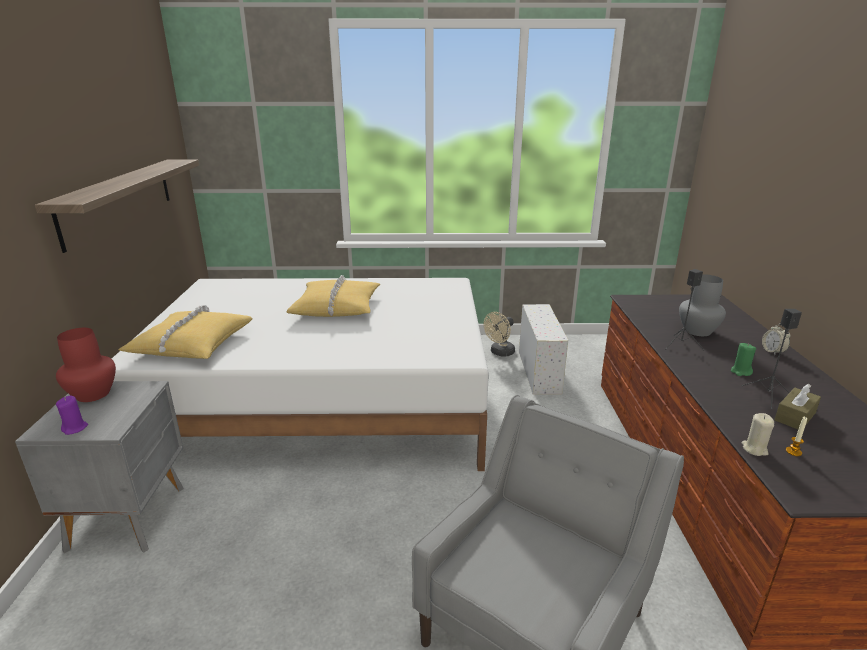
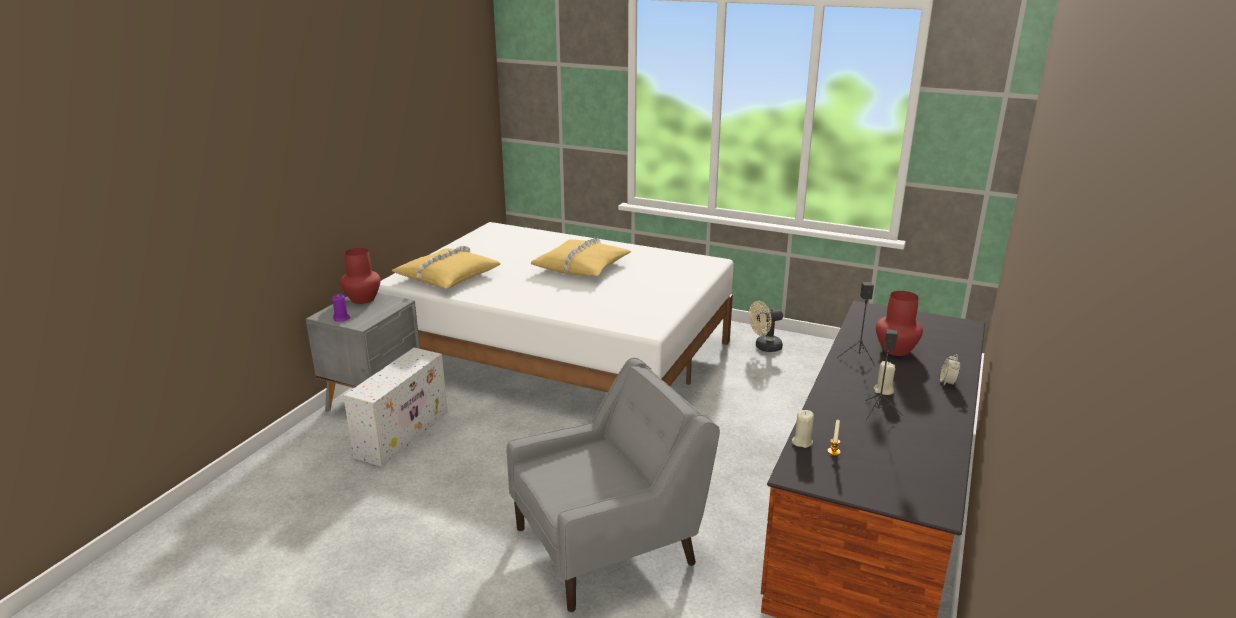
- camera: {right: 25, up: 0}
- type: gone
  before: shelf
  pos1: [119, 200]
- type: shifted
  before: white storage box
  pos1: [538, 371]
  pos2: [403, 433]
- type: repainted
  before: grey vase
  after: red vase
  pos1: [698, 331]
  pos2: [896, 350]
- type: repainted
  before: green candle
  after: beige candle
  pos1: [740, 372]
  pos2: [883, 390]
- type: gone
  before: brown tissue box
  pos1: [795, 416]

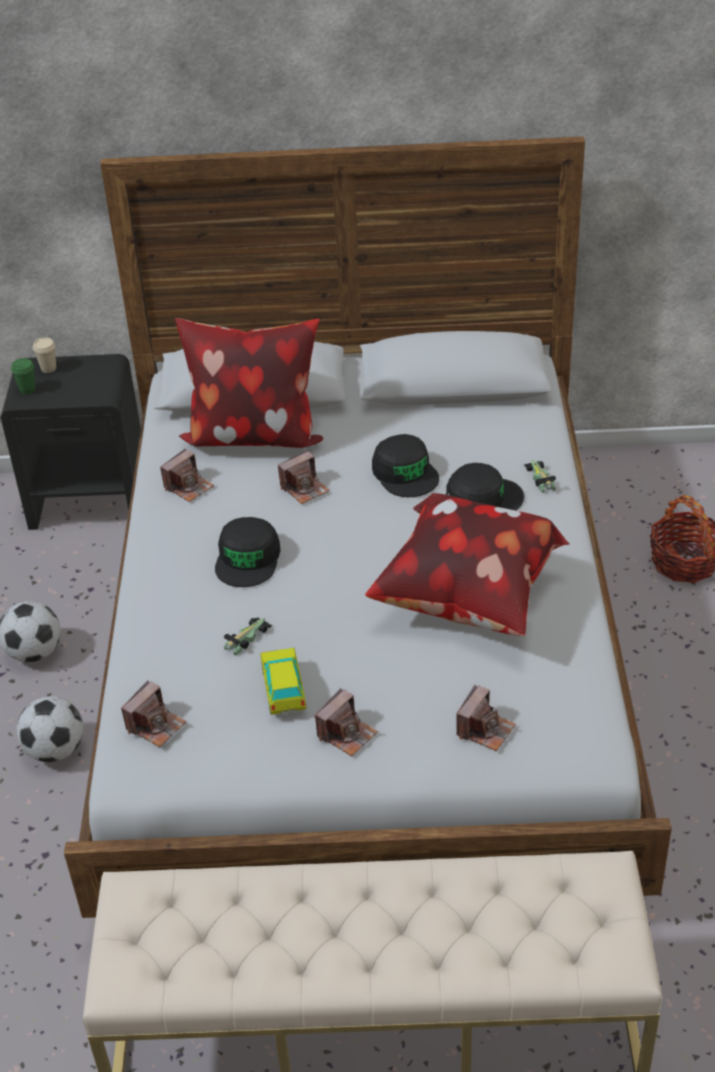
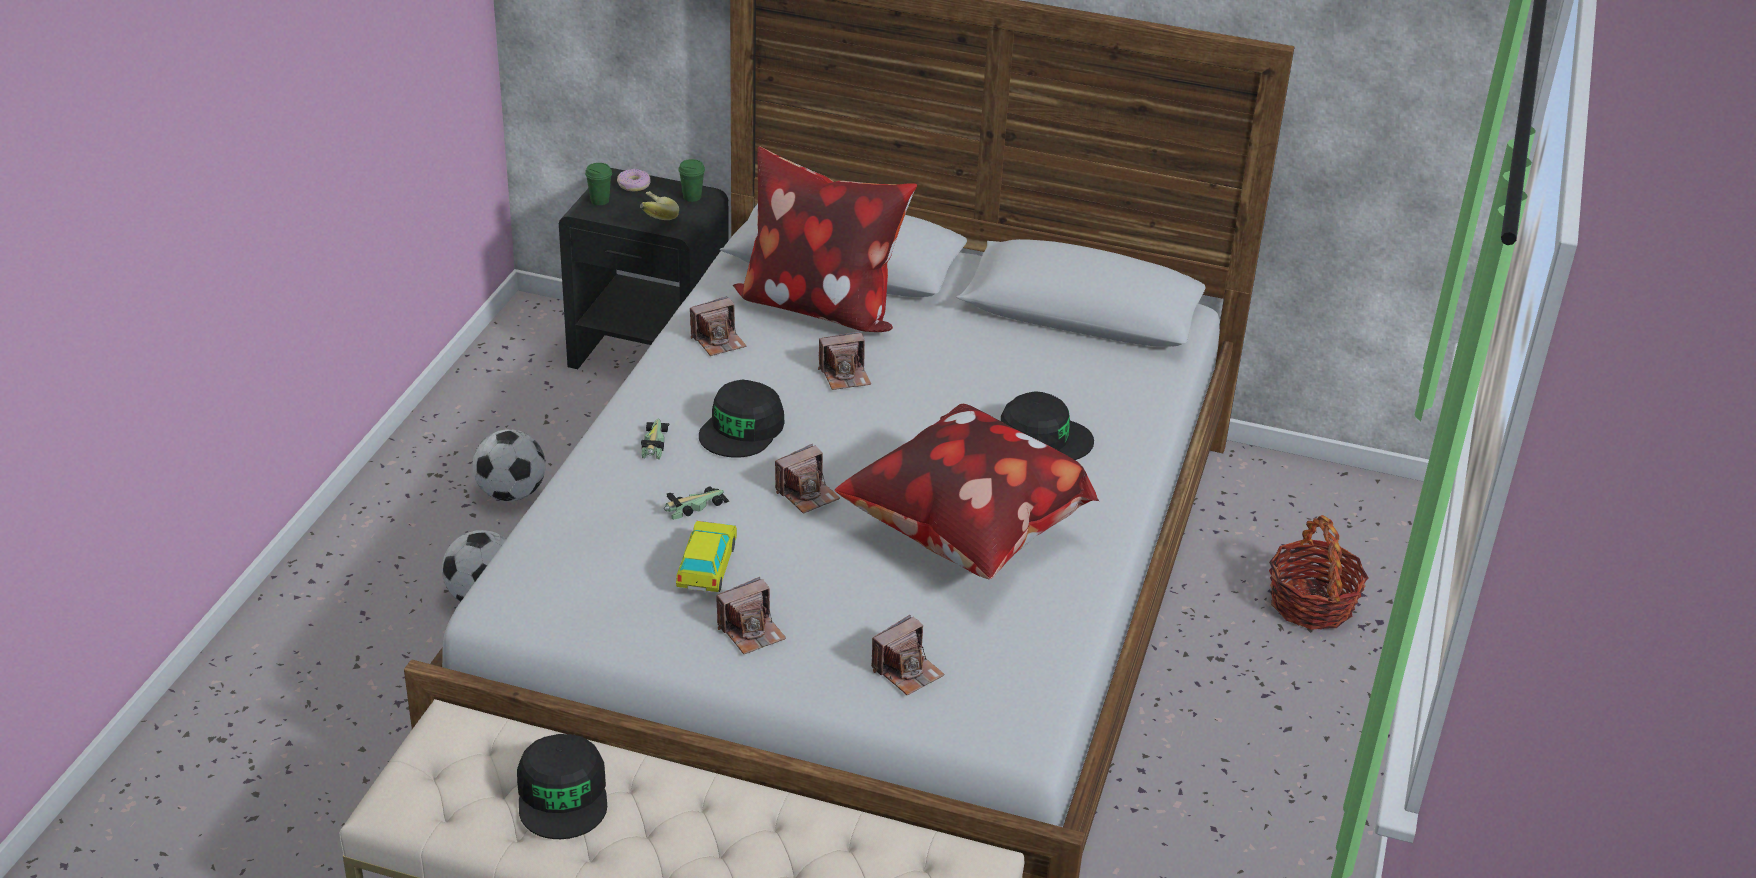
- camera: {right: 15, up: -5}
- type: swapped
  before: beige cup
  after: donut
  pos1: [48, 368]
  pos2: [633, 185]
- type: shifted
  before: photo camera
  pos1: [156, 725]
  pos2: [807, 494]
- type: shifted
  before: black cap
  pos1: [405, 473]
  pos2: [563, 795]
- type: shifted
  before: toy car
  pos1: [540, 478]
  pos2: [654, 442]
- type: new
  after: banana
  pos2: [653, 219]
- type: new
  after: green cup
  pos2: [692, 197]

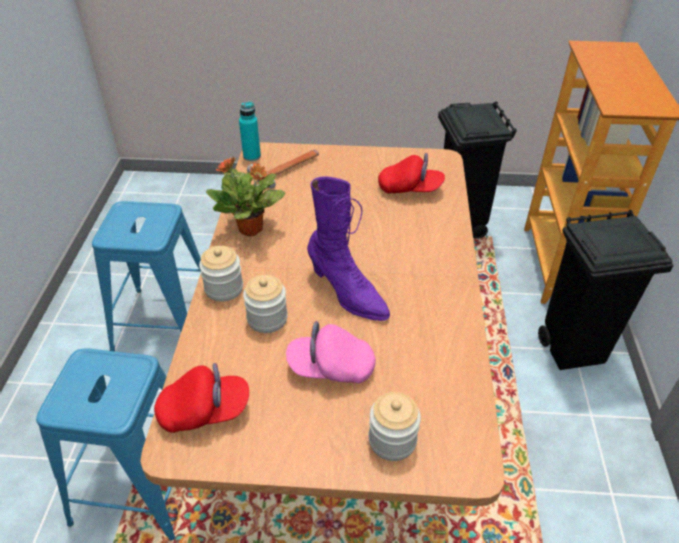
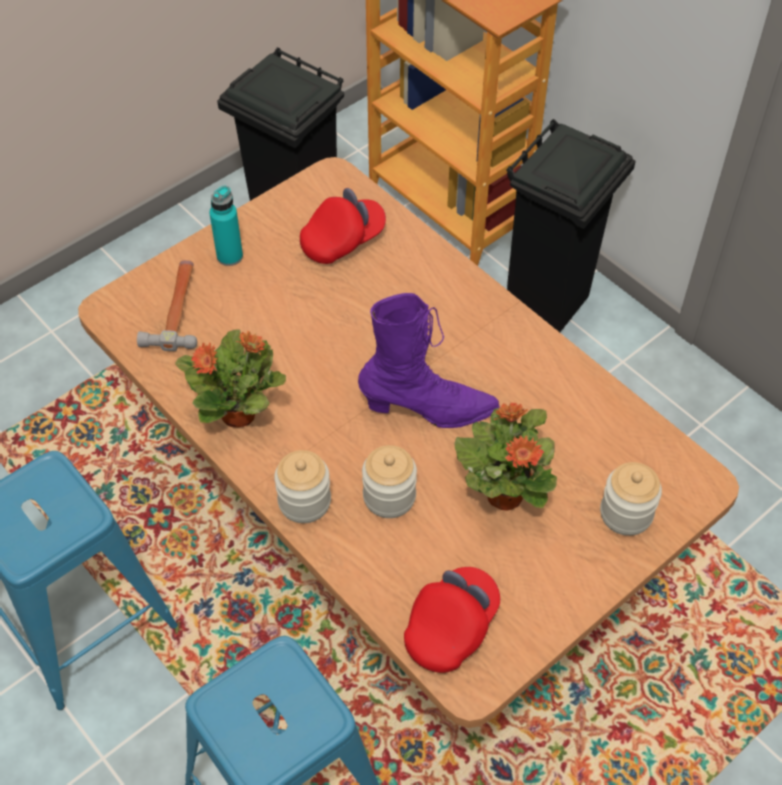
- camera: {right: -45, up: 10}
- type: shifted
  before: turquoise bottle
  pos1: [252, 156]
  pos2: [229, 256]
- type: swapped
  before: pink cap
  after: potted plant
  pos1: [331, 367]
  pos2: [504, 494]

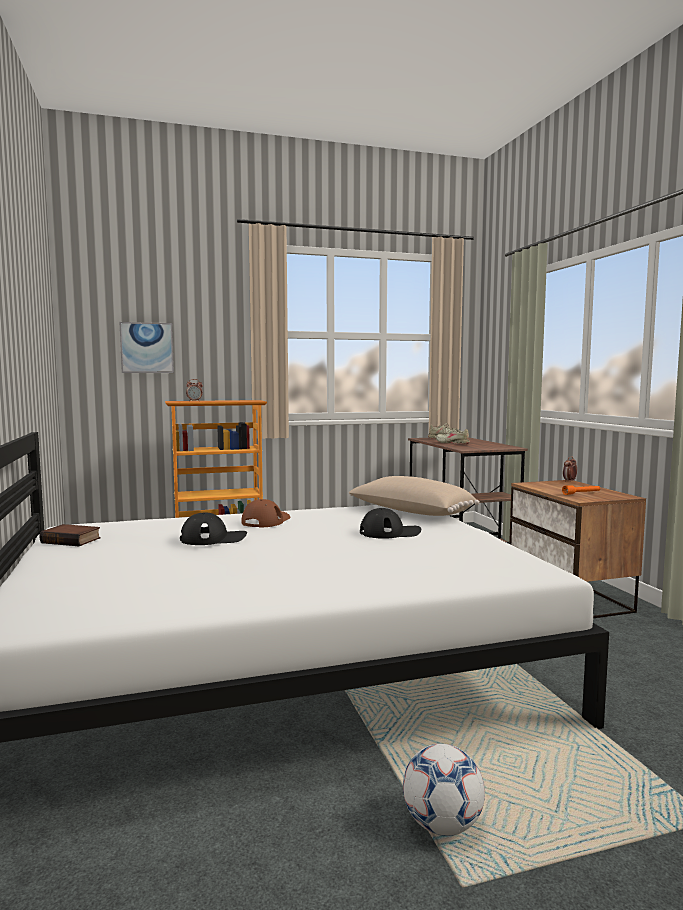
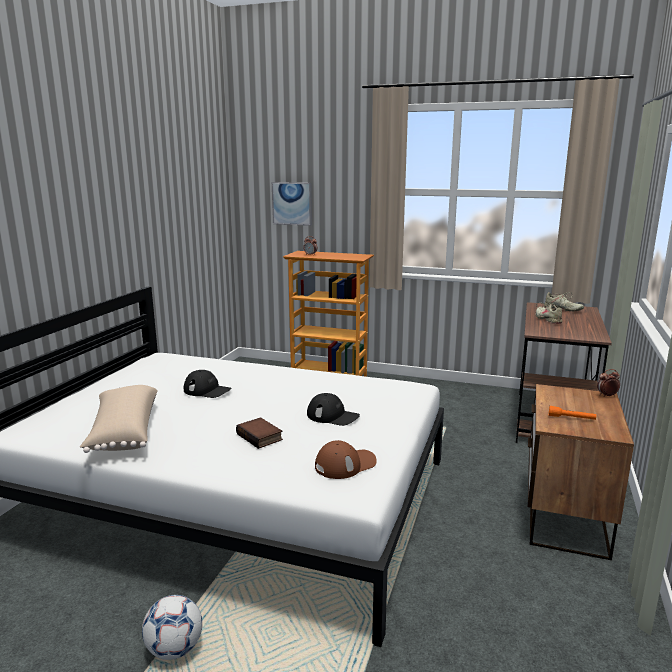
- camera: {right: 35, up: 10}
- type: shifted
  before: book
  pos1: [72, 540]
  pos2: [261, 437]
- type: shifted
  before: brown cap
  pos1: [266, 521]
  pos2: [345, 464]
- type: shifted
  before: beige pillow
  pos1: [410, 513]
  pos2: [123, 432]

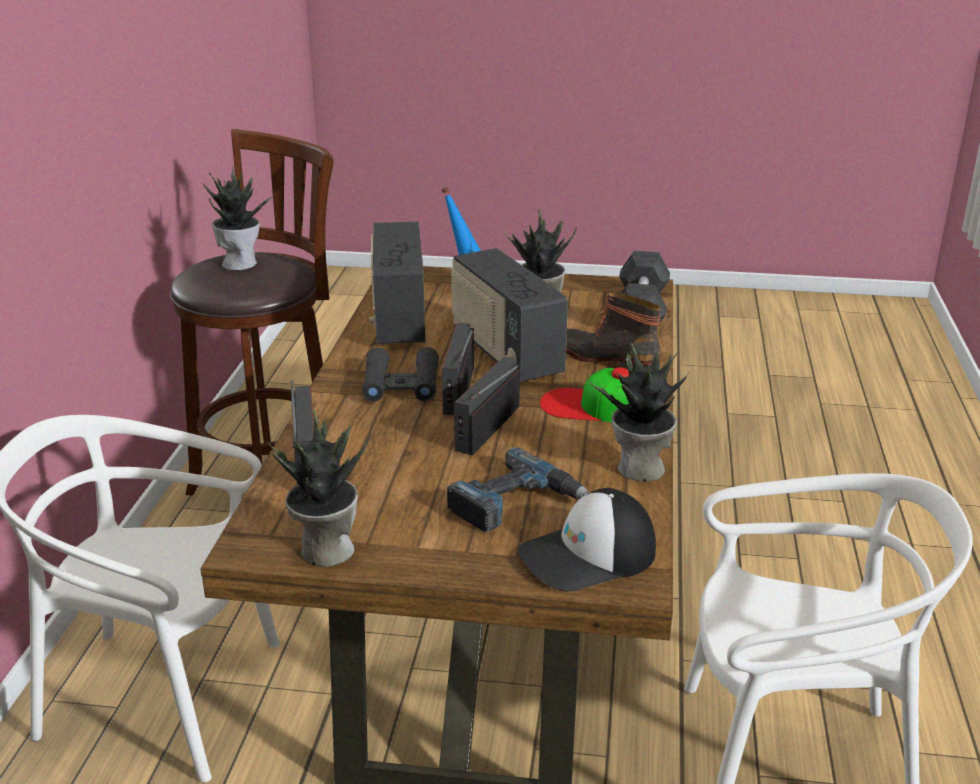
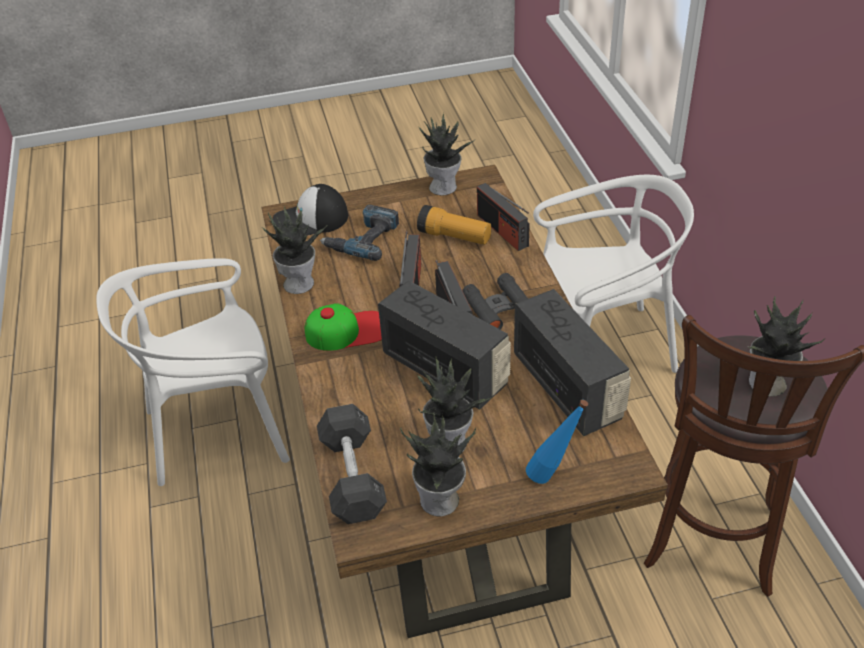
- camera: {right: 160, up: 15}
- type: rotated
  before: cap
  pos1: [588, 556]
  pos2: [310, 220]
  turn: -150
- type: gone
  before: boot
  pos1: [608, 359]
- type: new
  after: potted plant
  pos2: [441, 501]
- type: new
  after: flashlight
  pos2: [454, 236]

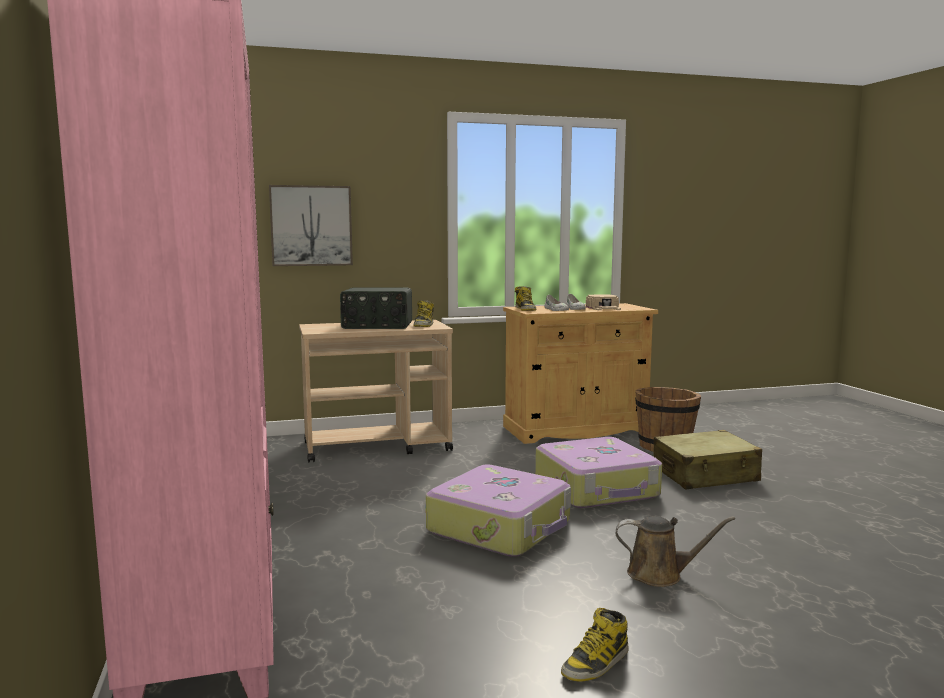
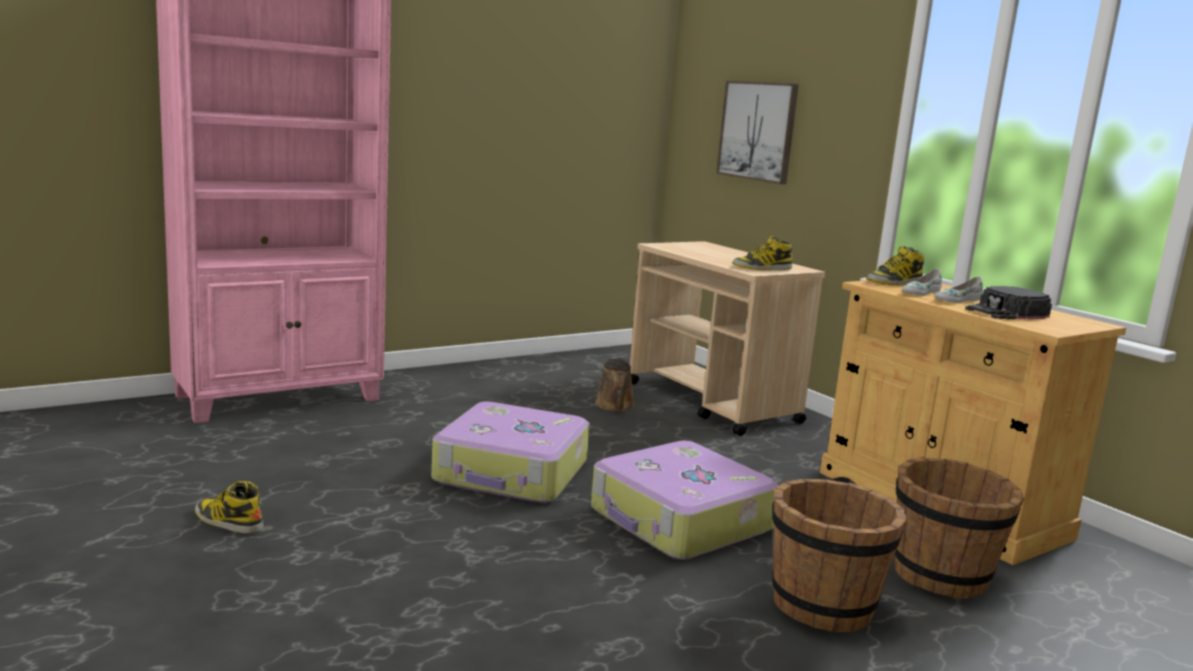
- camera: {right: 70, up: 5}
- type: gone
  before: radio
  pos1: [377, 326]
- type: repainted
  before: beige cap
  after: black cap
  pos1: [603, 308]
  pos2: [1006, 312]
- type: shifted
  before: brown watering can
  pos1: [660, 574]
  pos2: [615, 406]
- type: swapped
  before: beige suitcase
  after: brown bucket
  pos1: [705, 475]
  pos2: [823, 605]

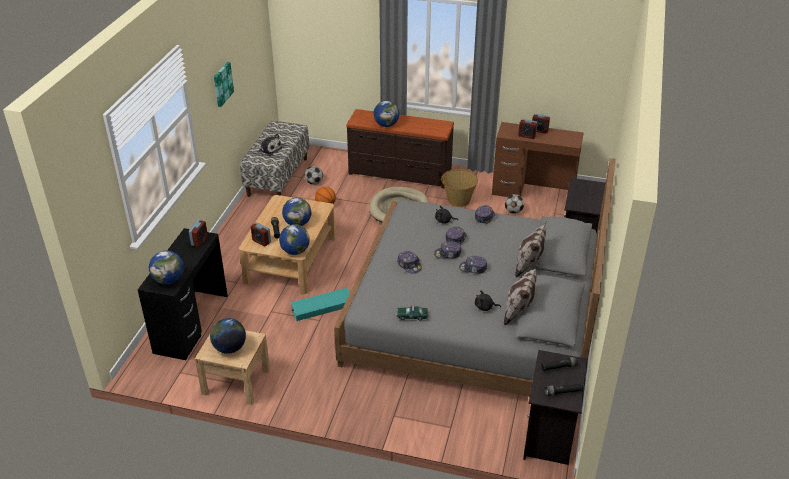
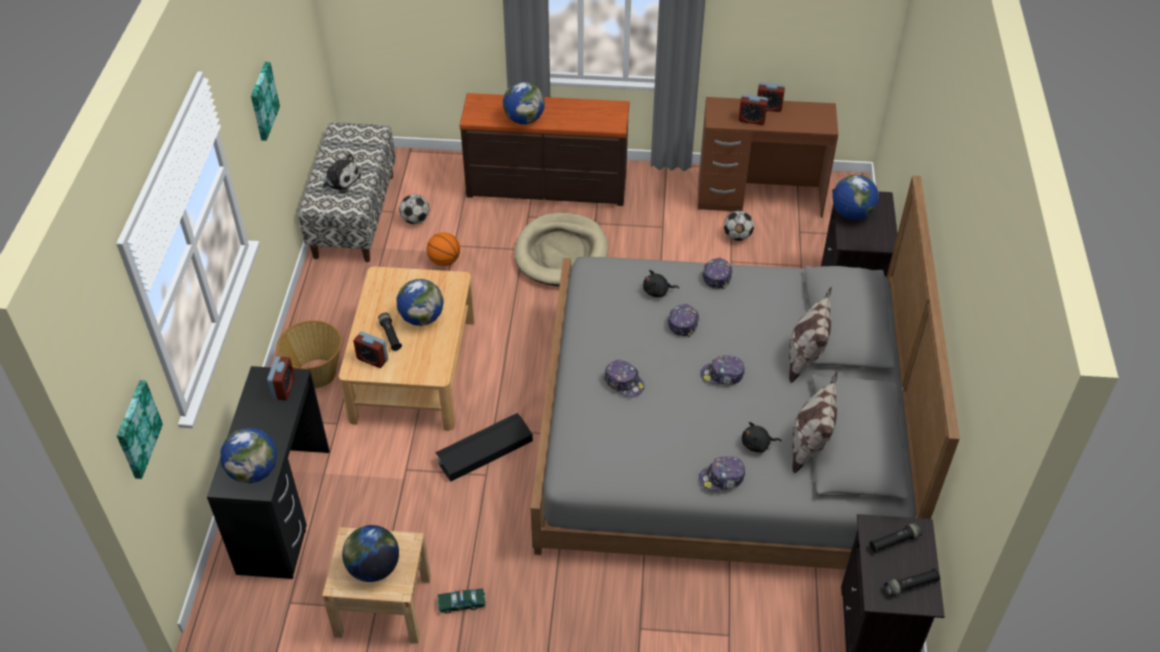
- camera: {right: -10, up: 10}
- type: shifted
  before: globe
  pos1: [295, 251]
  pos2: [851, 214]
- type: repainted
  before: turquoise storage box
  after: black storage box
  pos1: [322, 307]
  pos2: [484, 451]
- type: shifted
  before: toy car
  pos1: [412, 316]
  pos2: [461, 603]
- type: shifted
  before: cap
  pos1: [448, 254]
  pos2: [722, 478]
- type: shifted
  before: basket
  pos1: [458, 200]
  pos2: [316, 373]
- type: new
  after: picture
  pos2: [136, 429]

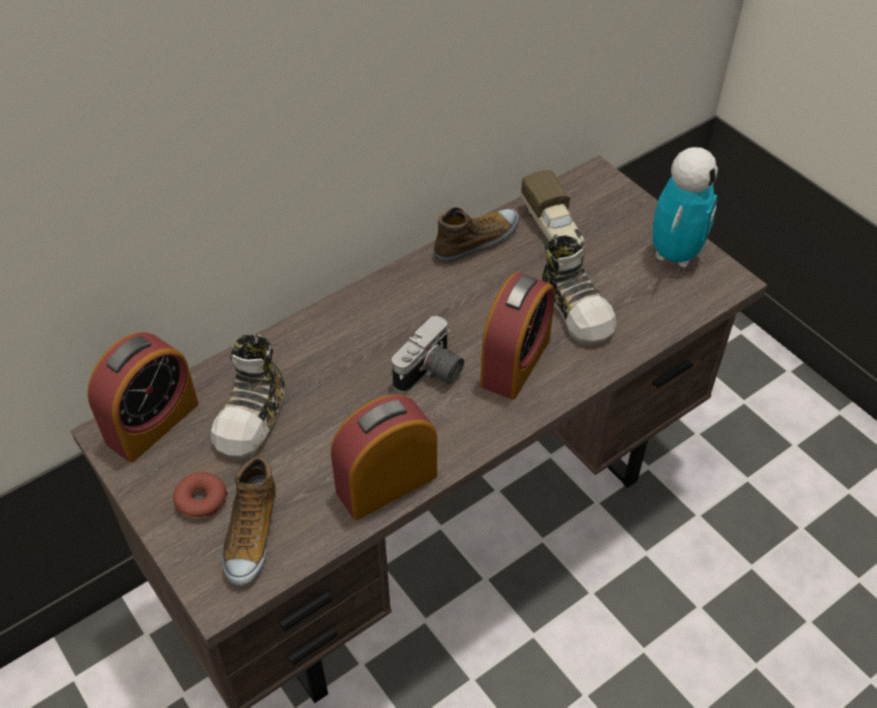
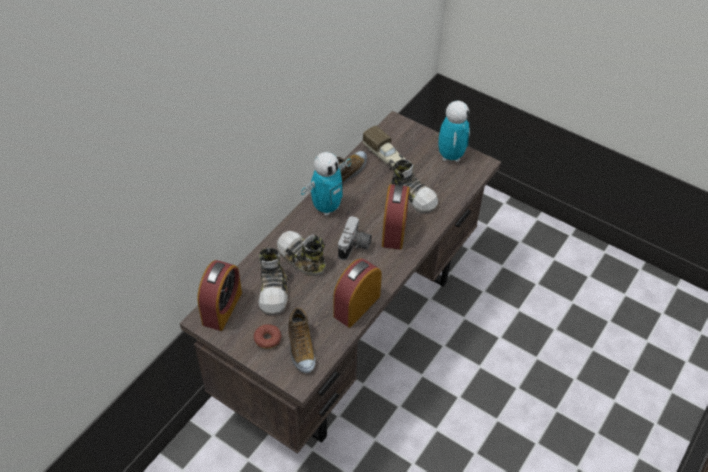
- camera: {right: -20, up: 0}
- type: new
  after: shoe
  pos2: [301, 258]
- type: new
  after: toy robot
  pos2: [326, 207]

